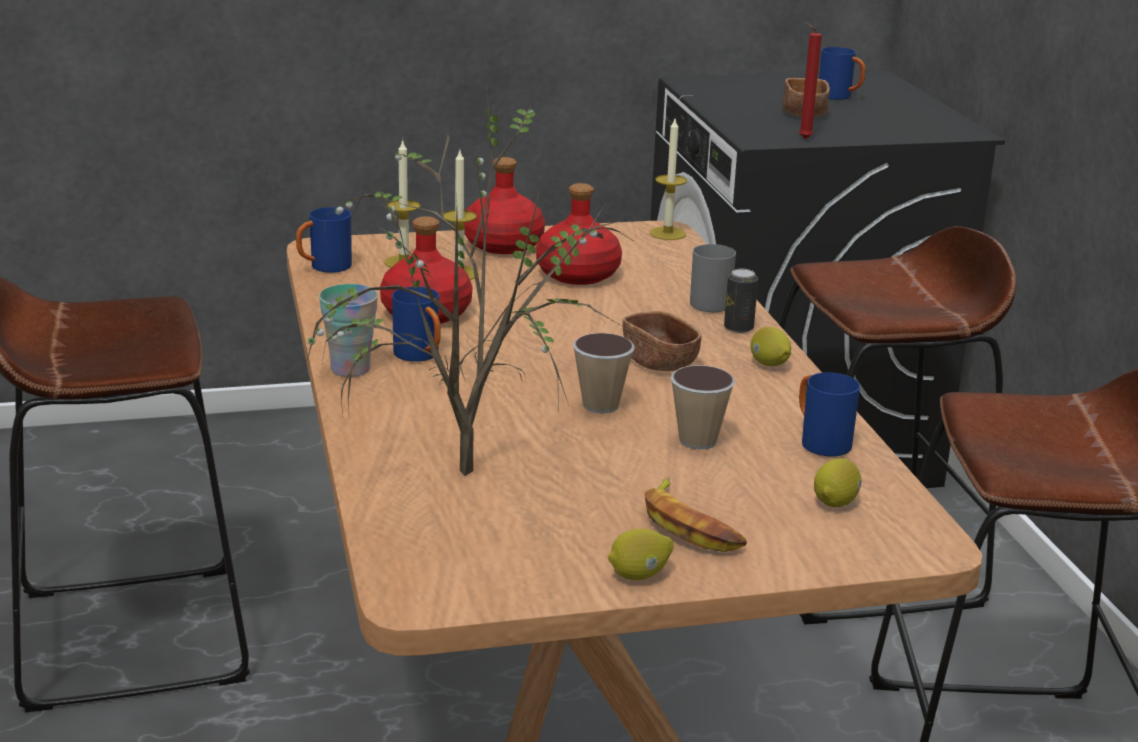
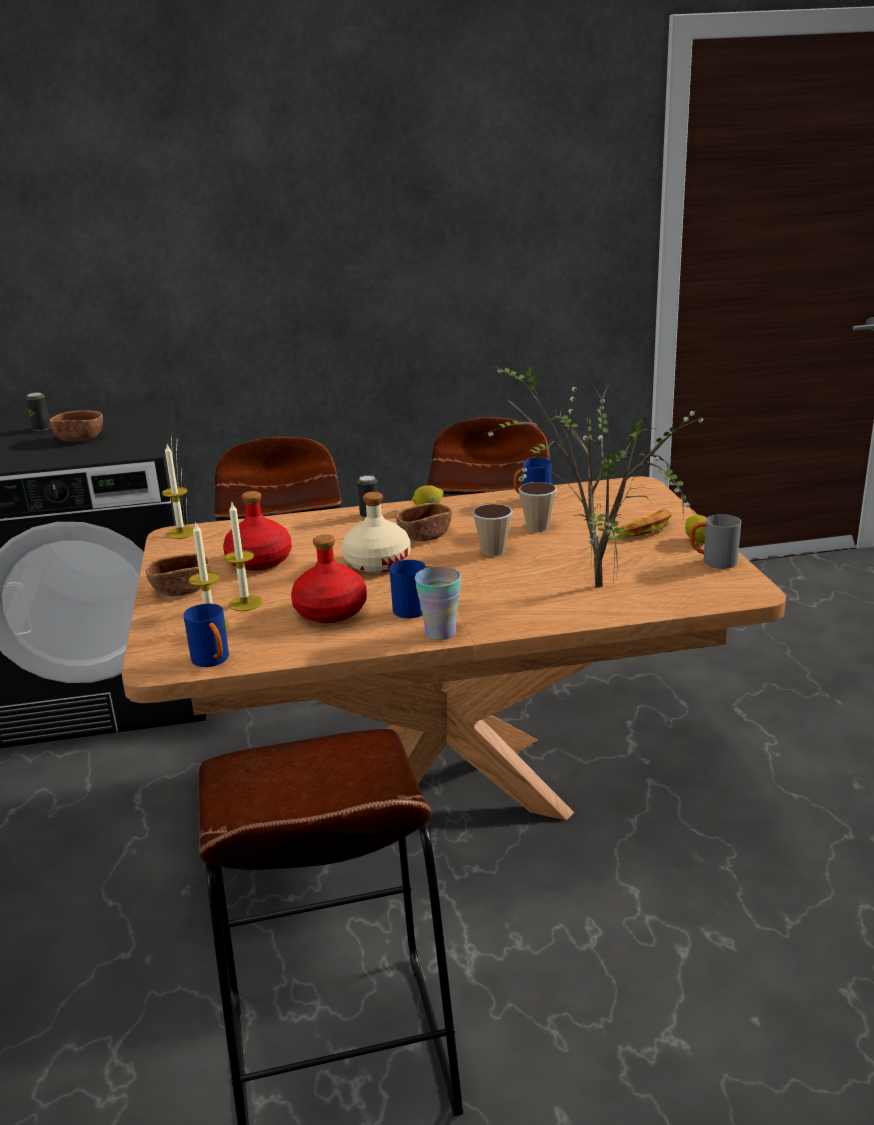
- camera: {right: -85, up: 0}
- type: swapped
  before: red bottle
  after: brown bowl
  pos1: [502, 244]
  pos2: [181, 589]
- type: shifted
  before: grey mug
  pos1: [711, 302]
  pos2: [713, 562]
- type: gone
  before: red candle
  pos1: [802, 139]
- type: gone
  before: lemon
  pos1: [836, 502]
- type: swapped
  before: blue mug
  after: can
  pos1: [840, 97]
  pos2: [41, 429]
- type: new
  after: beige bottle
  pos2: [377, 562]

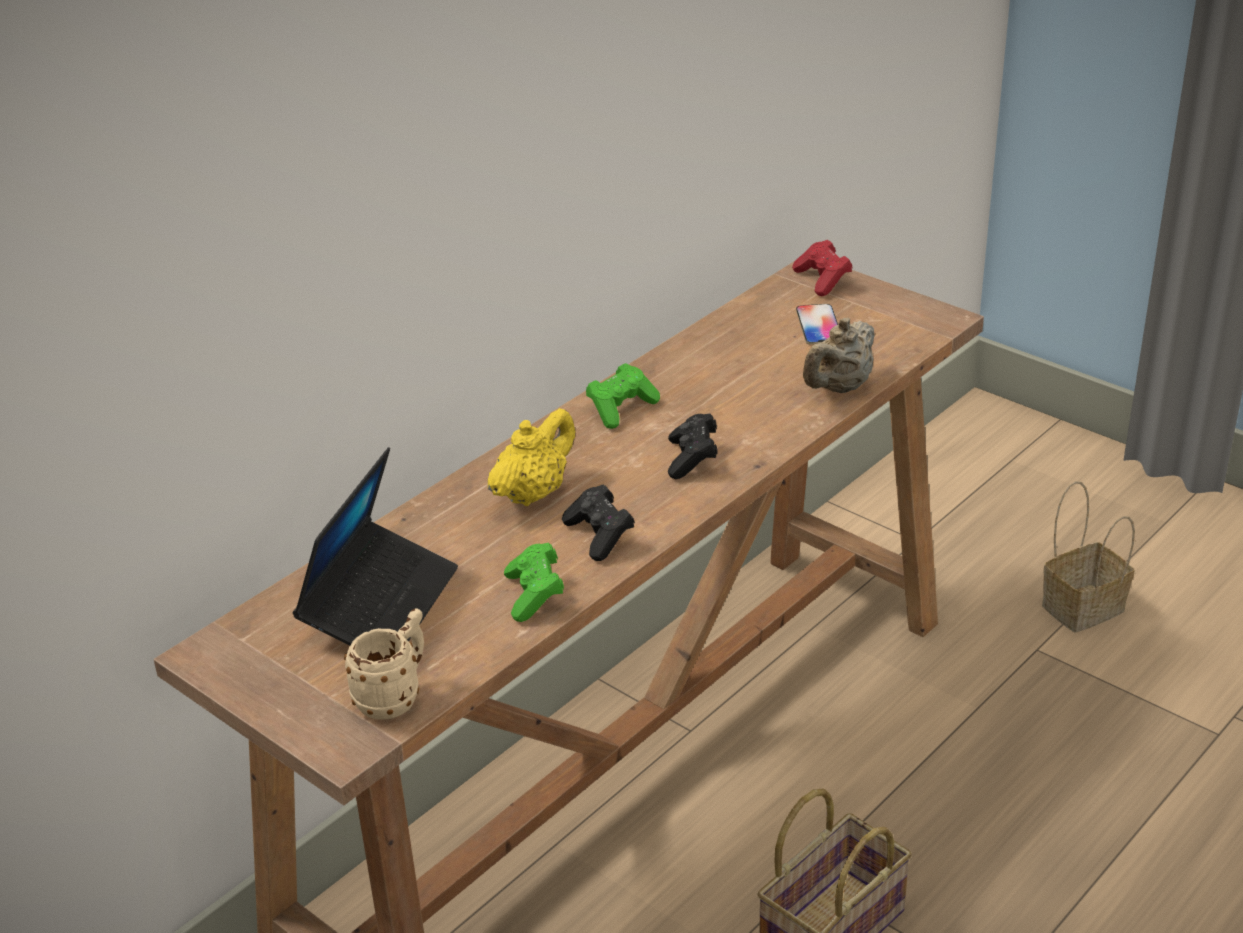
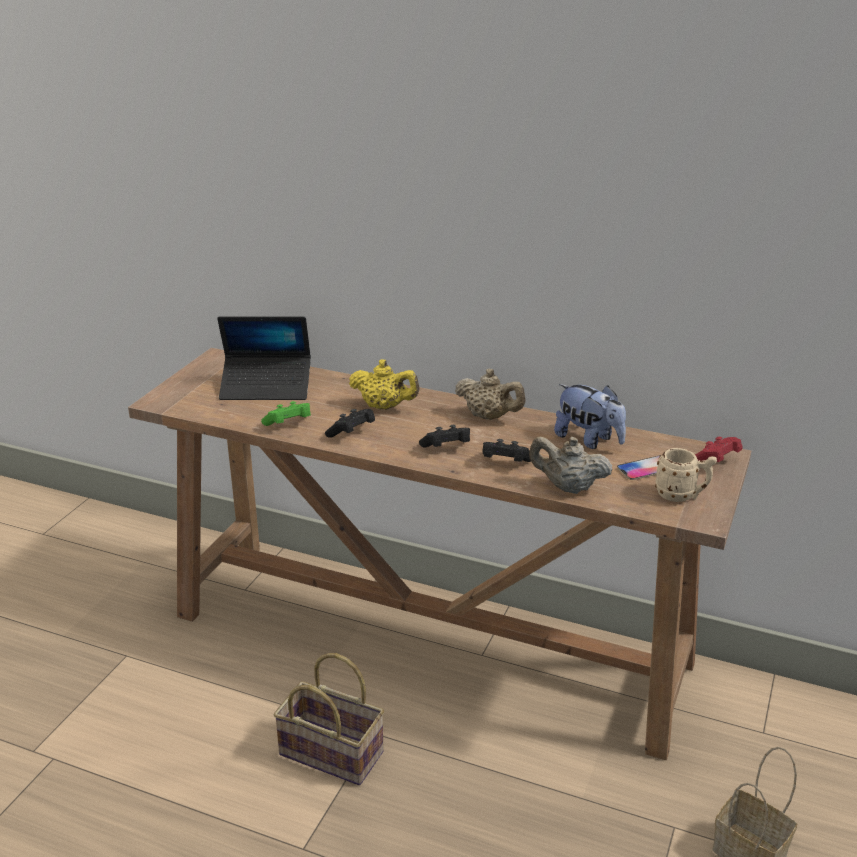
- camera: {right: 70, up: -5}
- type: shifted
  before: beige mug
  pos1: [395, 696]
  pos2: [682, 496]
- type: swapped
  before: green game controller
  after: beige teapot
  pos1: [621, 409]
  pos2: [489, 417]
- type: new
  after: black game controller
  pos2: [505, 463]
- type: new
  after: plush toy
  pos2: [589, 440]

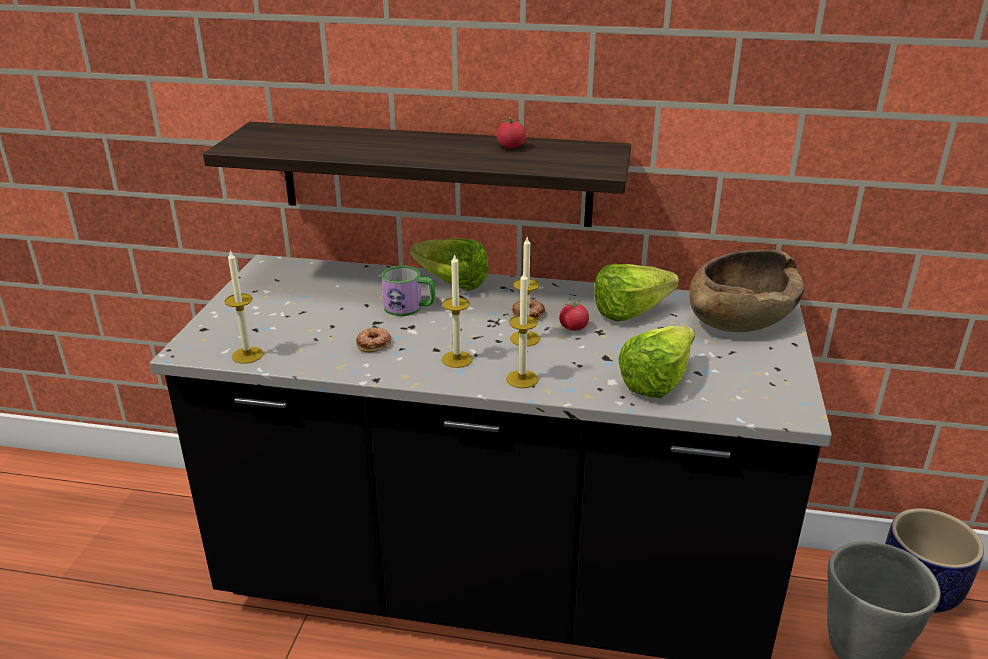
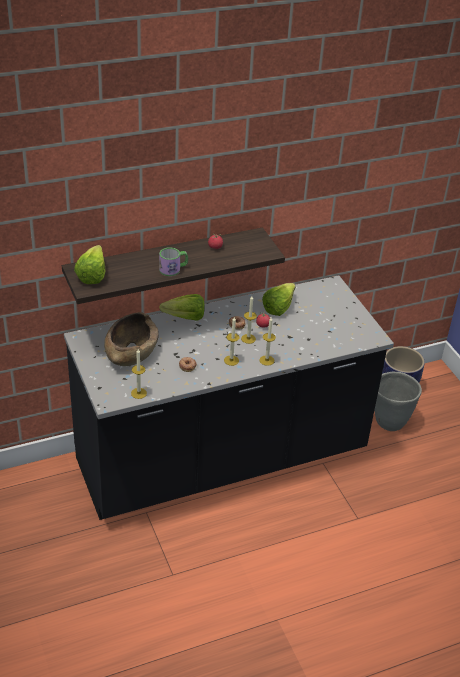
- camera: {right: -35, up: 10}
- type: shifted
  before: mug
  pos1: [409, 307]
  pos2: [173, 269]
- type: shifted
  before: lettuce
  pos1: [663, 379]
  pos2: [94, 273]
- type: shifted
  before: brown bowl
  pos1: [741, 317]
  pos2: [131, 352]

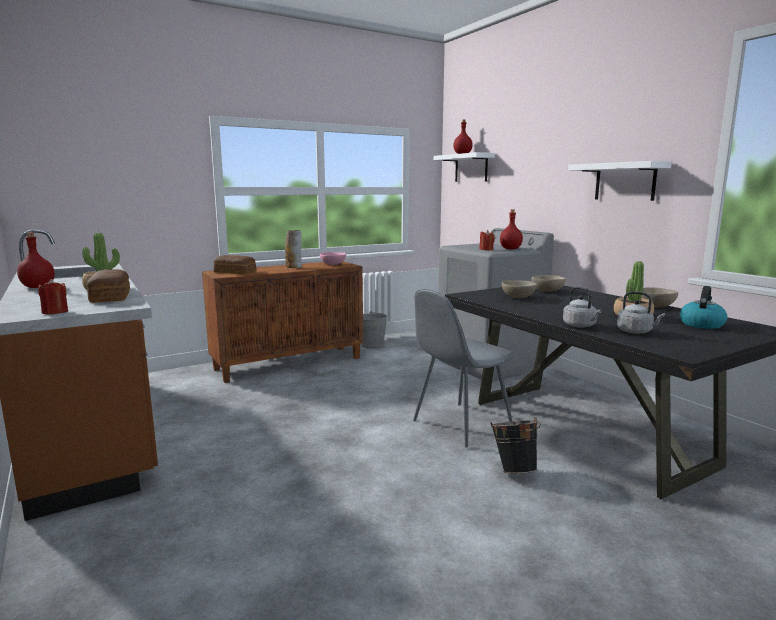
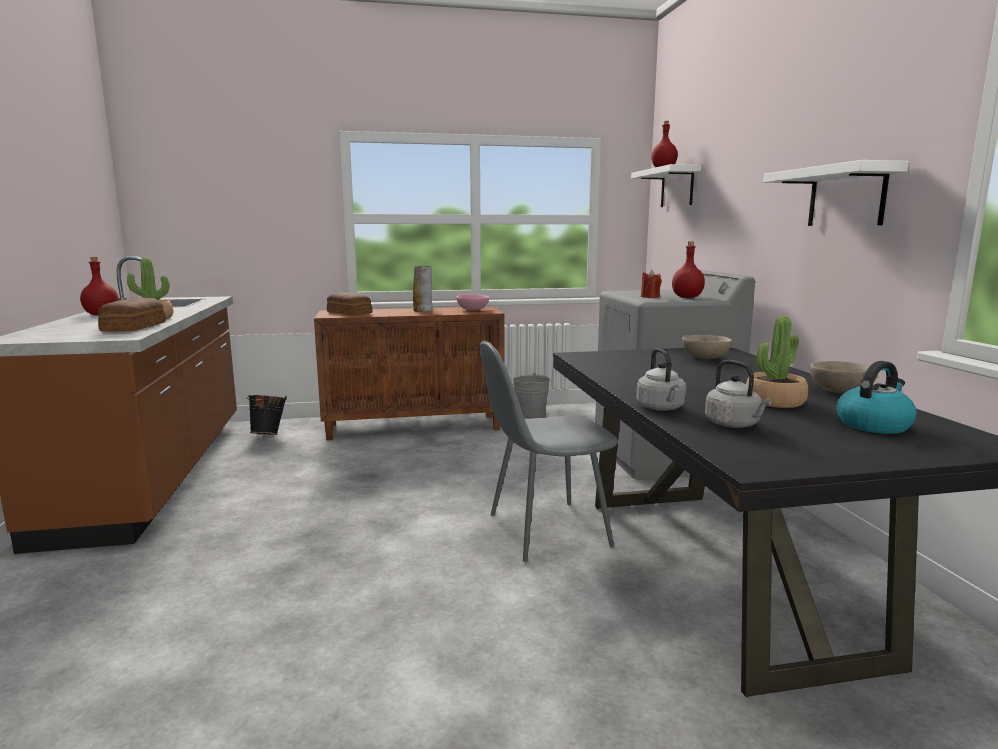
- camera: {right: 20, up: 0}
- type: gone
  before: red candle
  pos1: [55, 312]
- type: shifted
  before: black bucket
  pos1: [514, 469]
  pos2: [269, 435]
- type: gone
  before: beige bowl
  pos1: [518, 297]

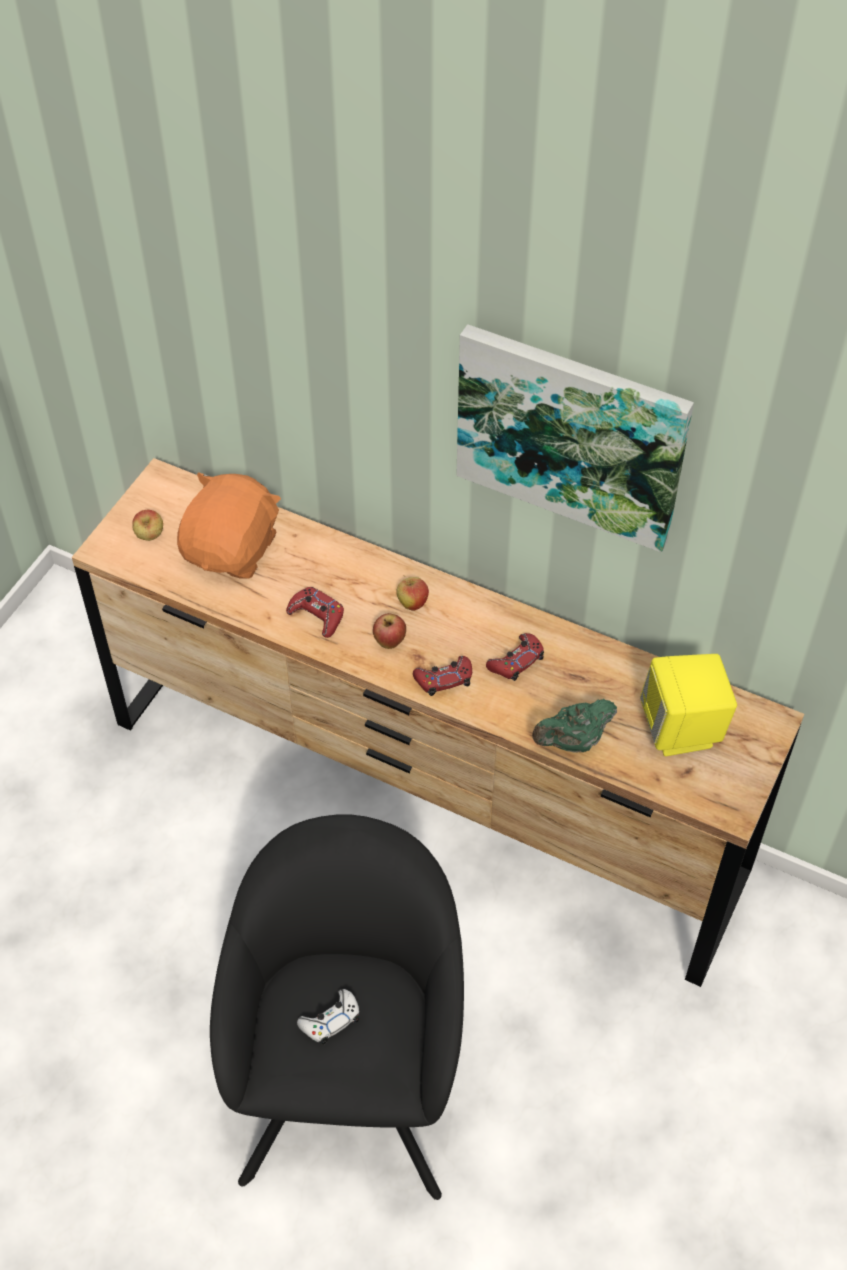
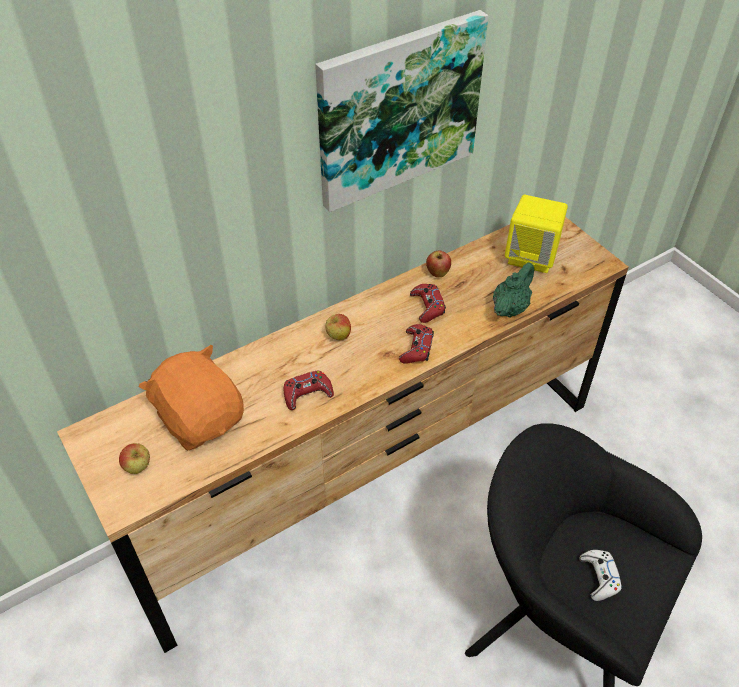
- camera: {right: -60, up: -5}
- type: shifted
  before: apple
  pos1: [389, 642]
  pos2: [437, 274]
- type: rotated
  before: green teapot
  pos1: [573, 741]
  pos2: [510, 308]
  turn: -150

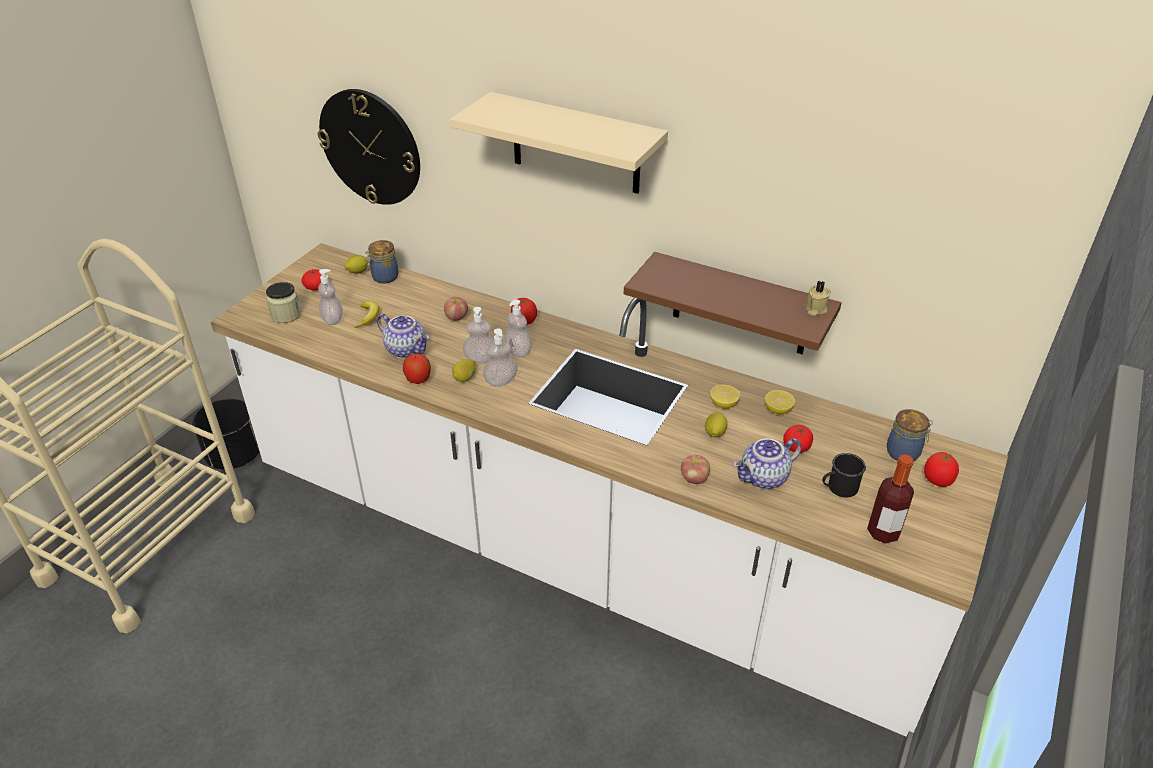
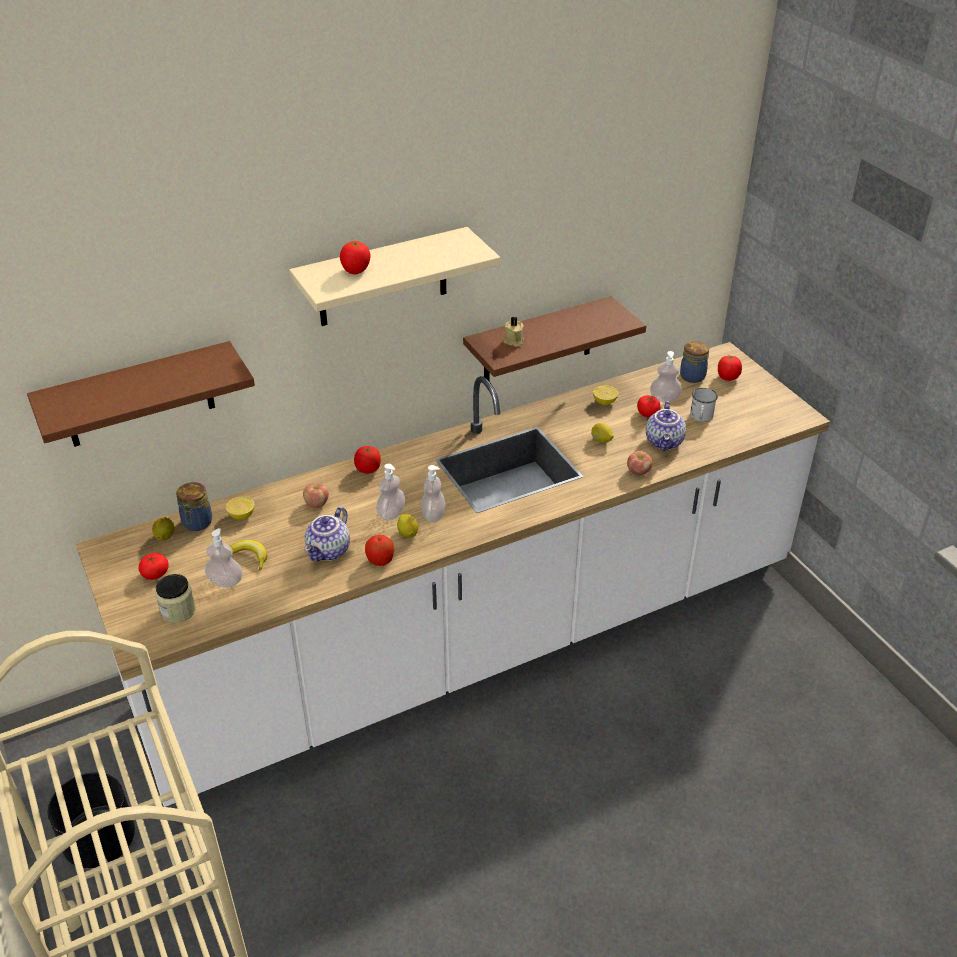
- camera: {right: -55, up: 0}
- type: swapped
  before: wall clock
  after: brown shelf
  pos1: [370, 147]
  pos2: [138, 396]
- type: rotated
  before: teapot
  pos1: [407, 349]
  pos2: [329, 551]
  turn: 135
- type: shifted
  before: soap dispenser
  pos1: [518, 351]
  pos2: [664, 398]
- type: shifted
  before: lemon
  pos1: [723, 404]
  pos2: [242, 515]
- type: shifted
  before: beige candle
  pos1: [814, 309]
  pos2: [513, 341]
- type: repainted
  before: black mug
  after: white mug
  pos1: [838, 488]
  pos2: [701, 417]
- type: gone
  before: bottle
  pos1: [883, 532]
- type: new
  after: tomato
  pos2: [355, 270]

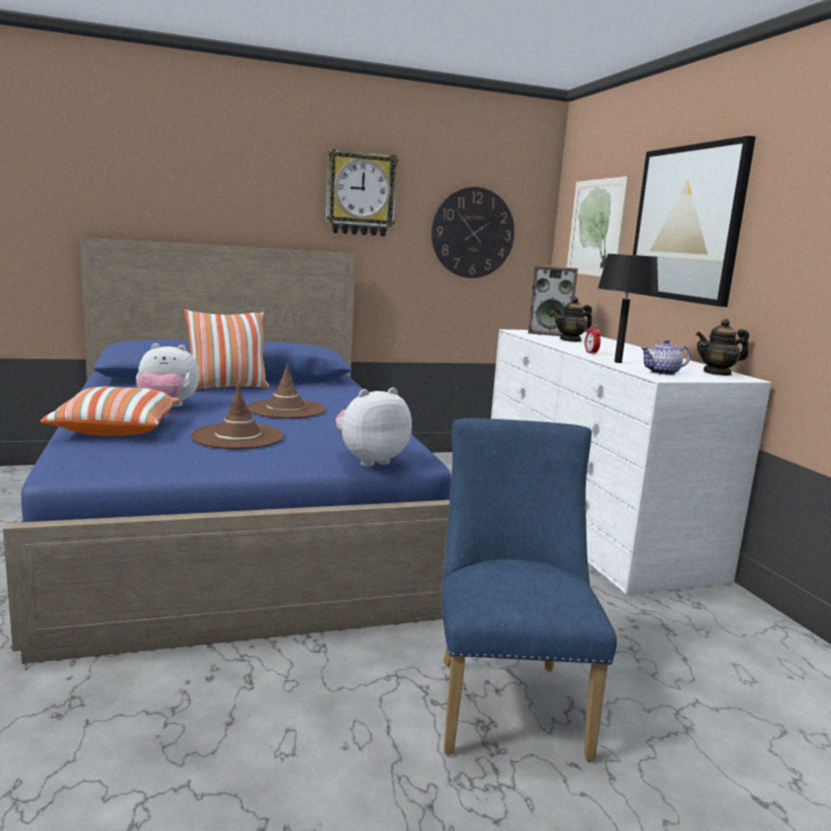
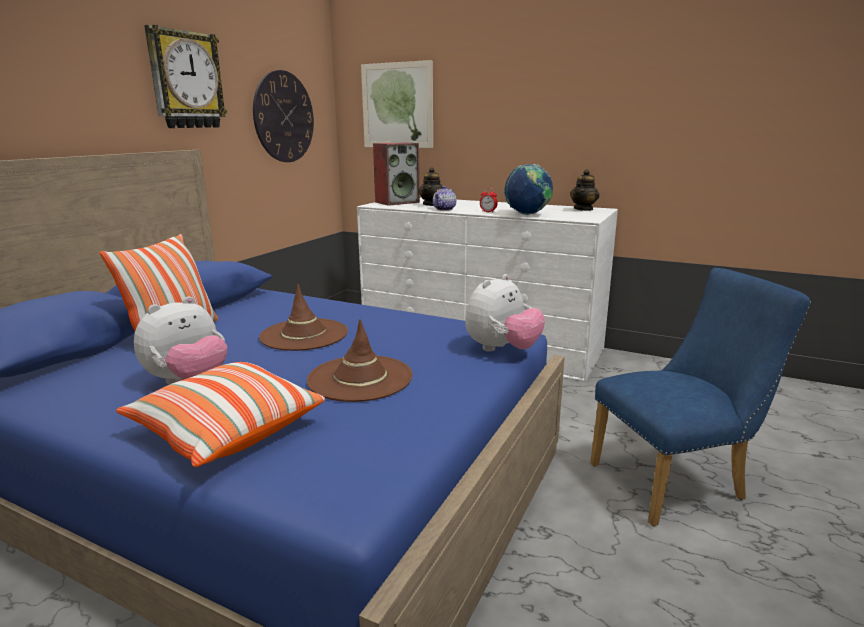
- camera: {right: -45, up: 5}
- type: rotated
  before: plush toy
  pos1: [370, 460]
  pos2: [502, 349]
  turn: -150
- type: rotated
  before: blue chair
  pos1: [507, 699]
  pos2: [676, 482]
  turn: 120
- type: swapped
  before: black table lamp
  after: globe
  pos1: [618, 362]
  pos2: [527, 214]
- type: gone
  before: picture
  pos1: [687, 224]
- type: shifted
  before: teapot
  pos1: [662, 373]
  pos2: [444, 209]

